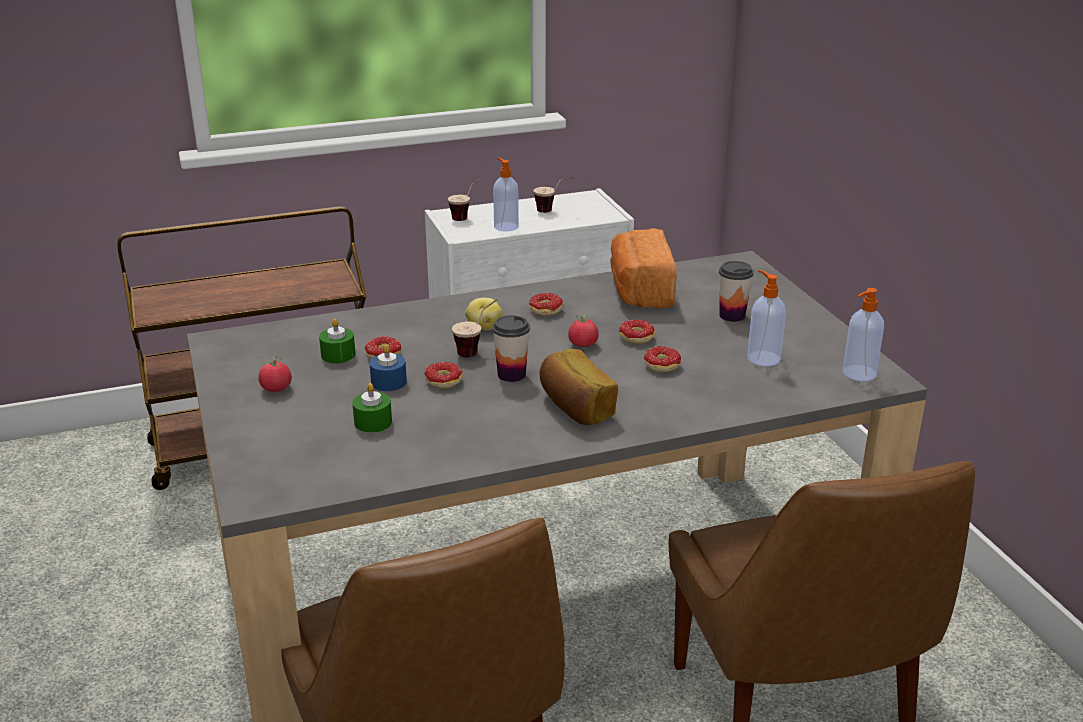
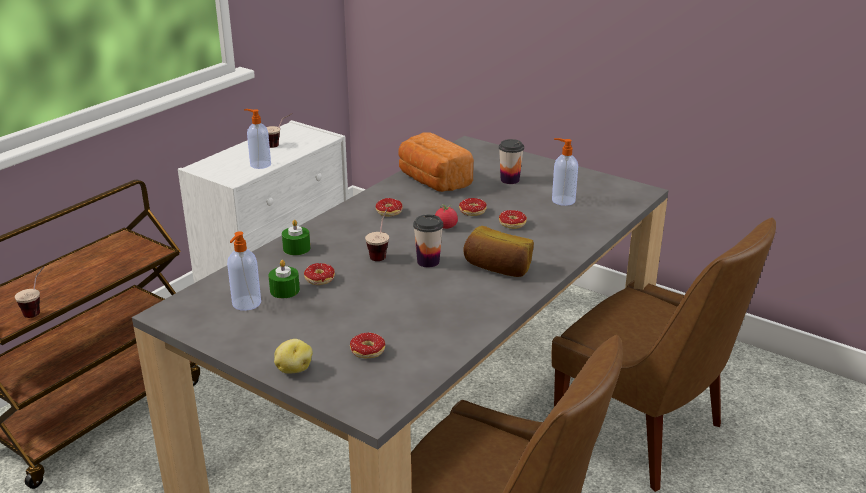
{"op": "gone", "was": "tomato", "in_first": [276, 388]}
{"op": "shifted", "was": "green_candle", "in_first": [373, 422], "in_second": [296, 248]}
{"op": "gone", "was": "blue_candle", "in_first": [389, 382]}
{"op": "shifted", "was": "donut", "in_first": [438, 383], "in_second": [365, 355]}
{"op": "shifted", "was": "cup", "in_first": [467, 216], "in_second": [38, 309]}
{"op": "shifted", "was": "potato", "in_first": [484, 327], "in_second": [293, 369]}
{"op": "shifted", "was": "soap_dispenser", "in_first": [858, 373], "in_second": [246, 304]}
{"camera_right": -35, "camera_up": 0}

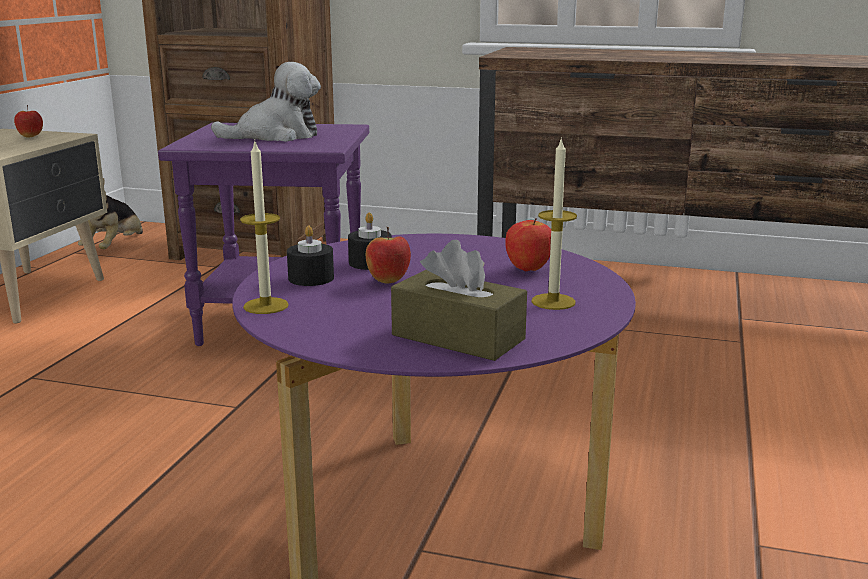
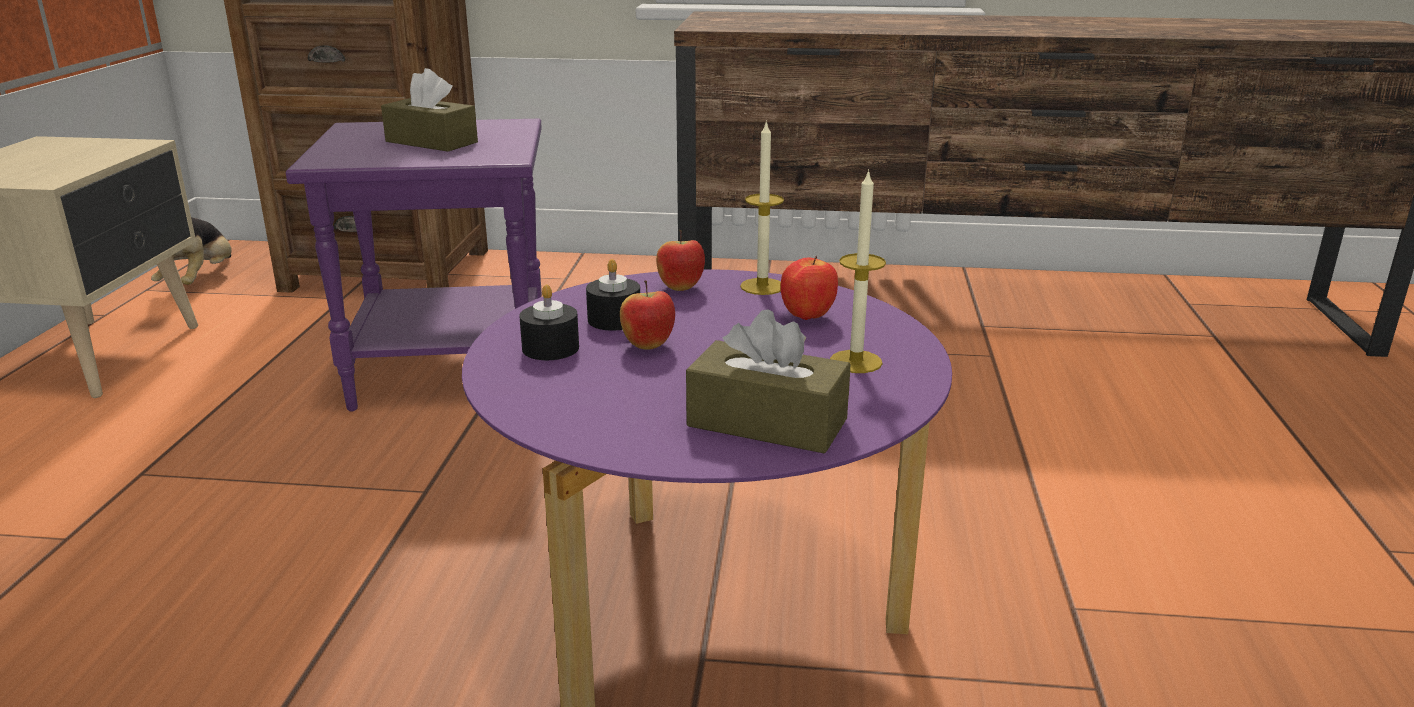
{"op": "shifted", "was": "apple", "in_first": [30, 137], "in_second": [681, 288]}
{"op": "swapped", "was": "plush_toy", "now": "brown_tissue_box", "in_first": [275, 136], "in_second": [431, 142]}
{"op": "shifted", "was": "candle", "in_first": [266, 306], "in_second": [762, 286]}
{"camera_right": -10, "camera_up": 5}

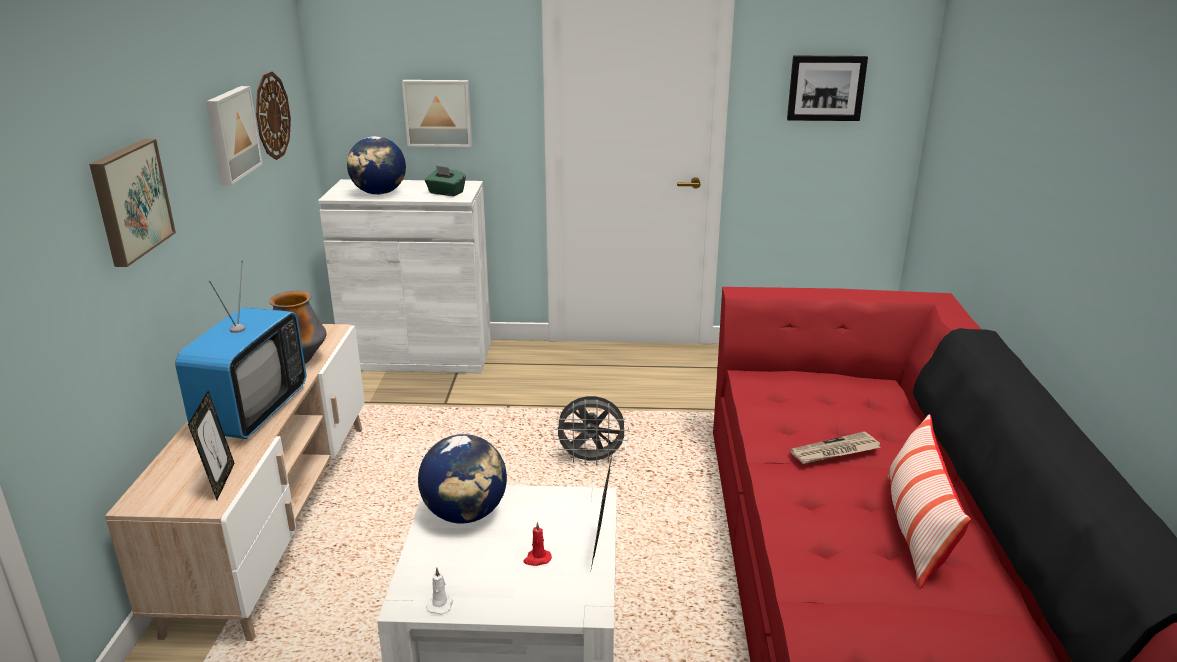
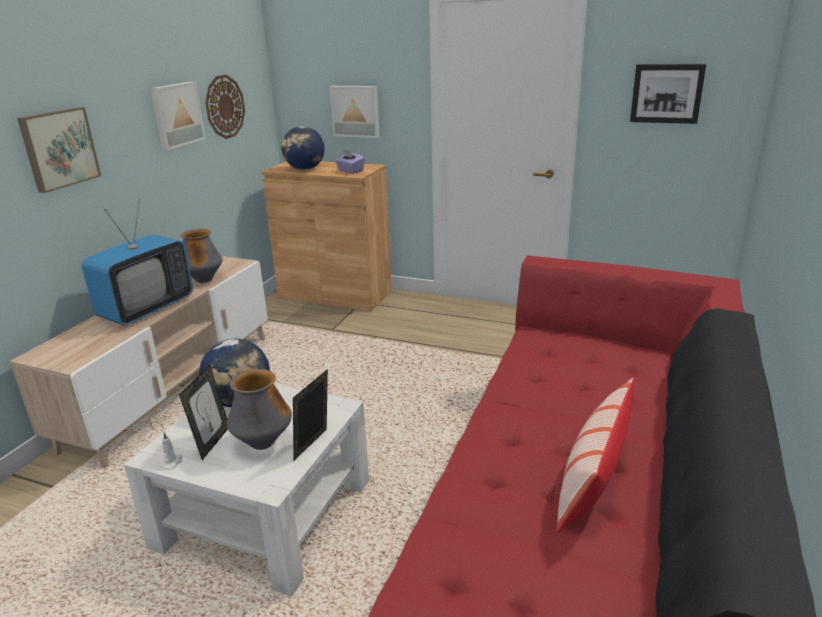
{"op": "shifted", "was": "picture_frame", "in_first": [220, 481], "in_second": [212, 442]}
{"op": "repainted", "was": "white_cabinet", "now": "brown_cabinet", "in_first": [418, 356], "in_second": [335, 294]}
{"op": "repainted", "was": "green_tissue_box", "now": "purple_tissue_box", "in_first": [446, 193], "in_second": [350, 171]}
{"op": "swapped", "was": "red_candle", "now": "vase", "in_first": [537, 559], "in_second": [263, 443]}
{"op": "gone", "was": "grey_fan", "in_first": [591, 460]}
{"op": "gone", "was": "newspaper", "in_first": [835, 451]}
{"camera_right": 20, "camera_up": 0}

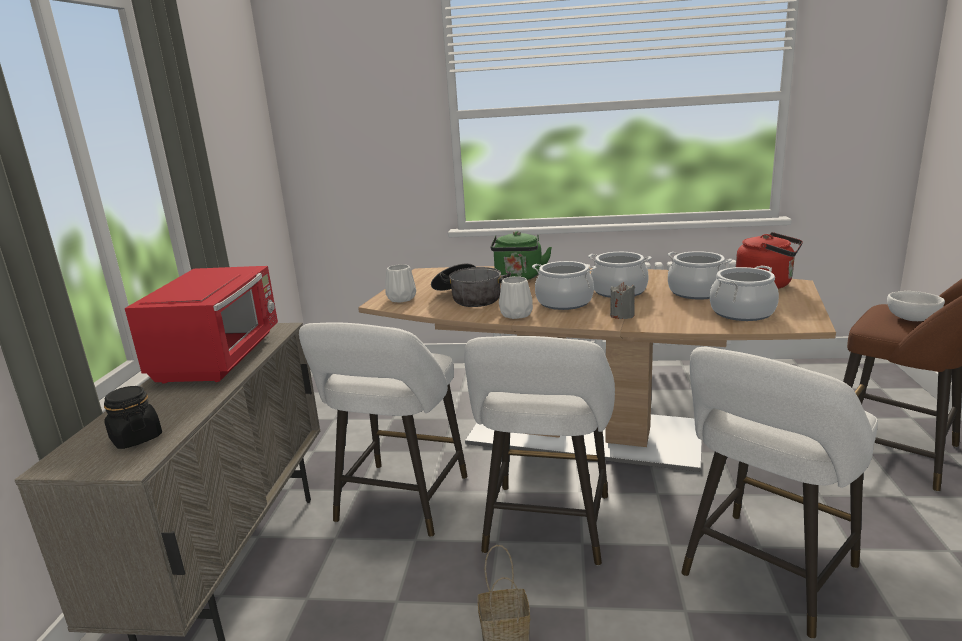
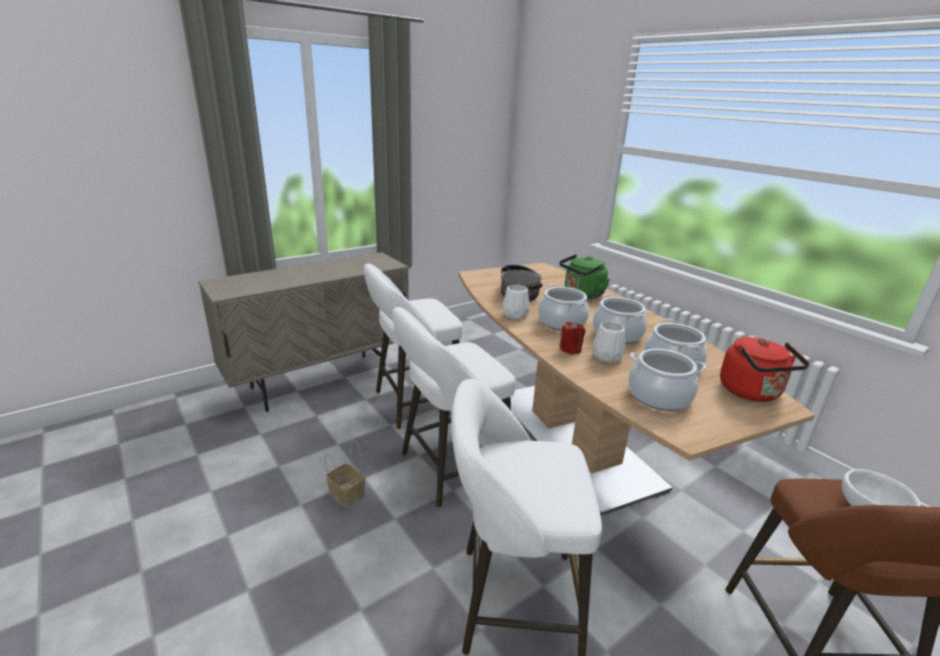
{"op": "gone", "was": "black_jar", "in_first": [136, 438]}
{"op": "gone", "was": "red_microwave", "in_first": [220, 357]}
{"op": "shifted", "was": "white_vase", "in_first": [401, 298], "in_second": [607, 356]}
{"op": "repainted", "was": "grey_candle", "now": "red_candle", "in_first": [622, 315], "in_second": [570, 349]}
{"camera_right": 45, "camera_up": 5}

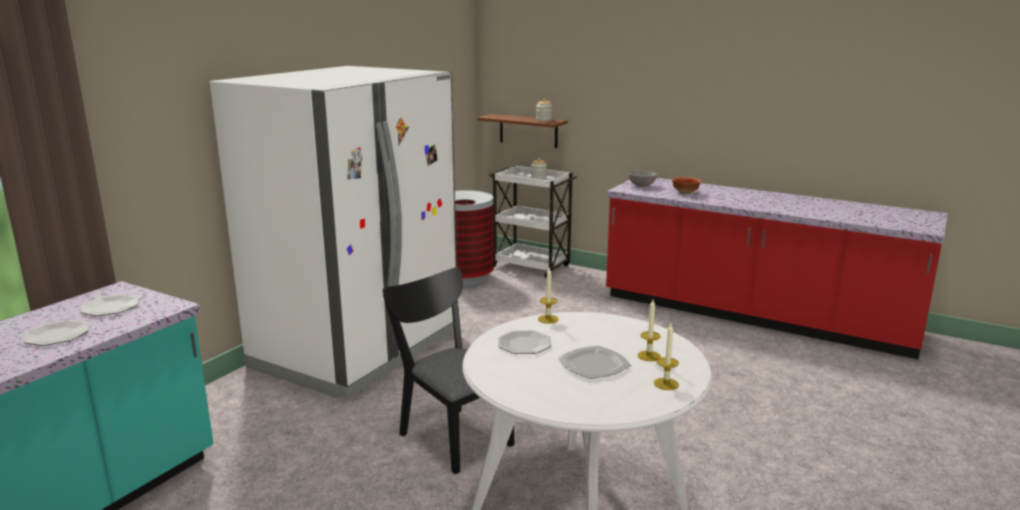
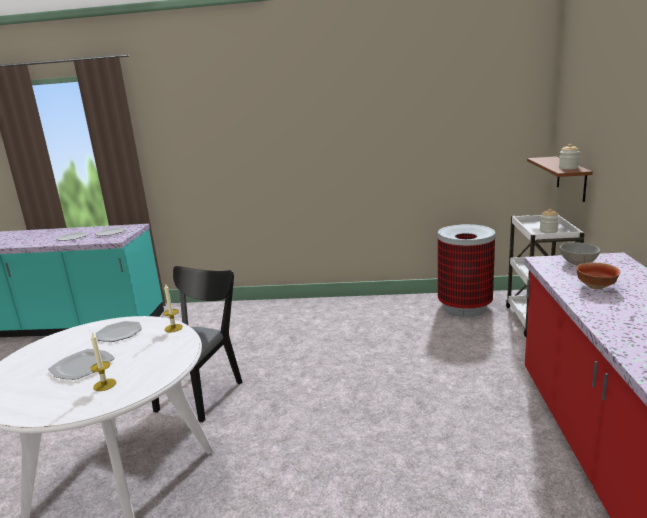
{"op": "gone", "was": "white_fridge", "in_first": [358, 349]}
{"op": "gone", "was": "candle", "in_first": [666, 384]}
{"camera_right": 65, "camera_up": 0}

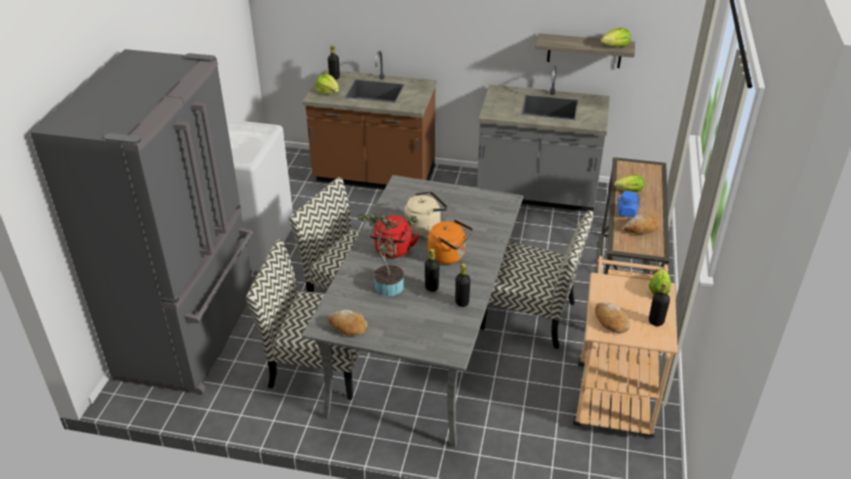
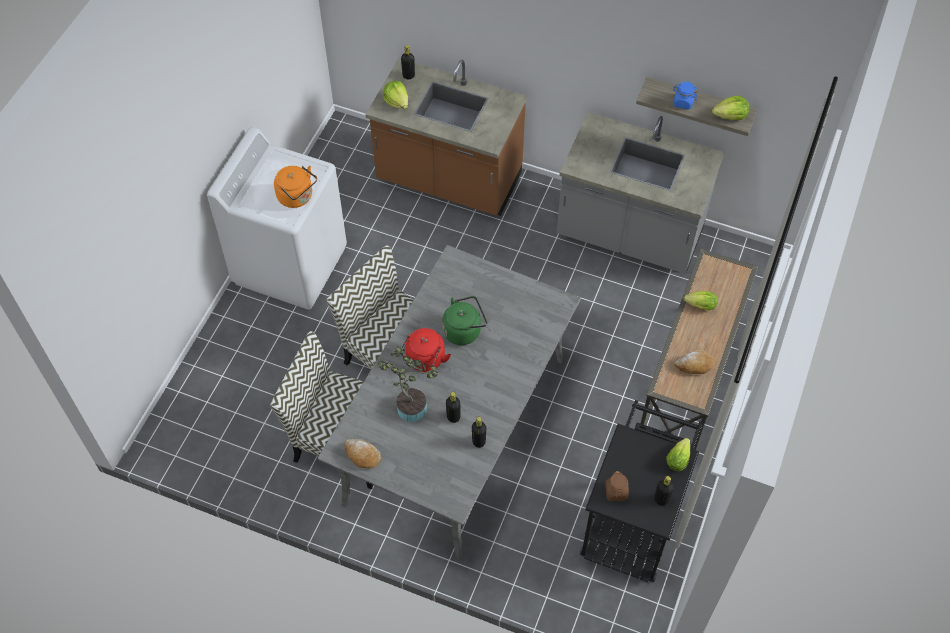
{"op": "gone", "was": "grey_fridge", "in_first": [193, 335]}
{"op": "repainted", "was": "beige_kettle", "now": "green_kettle", "in_first": [424, 227], "in_second": [464, 330]}
{"op": "shifted", "was": "orange_kettle", "in_first": [449, 256], "in_second": [297, 197]}
{"op": "gone", "was": "chair", "in_first": [530, 315]}
{"op": "repainted", "was": "beige_cart", "now": "black_cart", "in_first": [614, 391], "in_second": [633, 521]}
{"op": "swapped", "was": "bread", "now": "brown_jar", "in_first": [610, 321], "in_second": [616, 492]}
{"op": "shifted", "was": "blue_jar", "in_first": [626, 212], "in_second": [683, 102]}
{"camera_right": 10, "camera_up": 20}

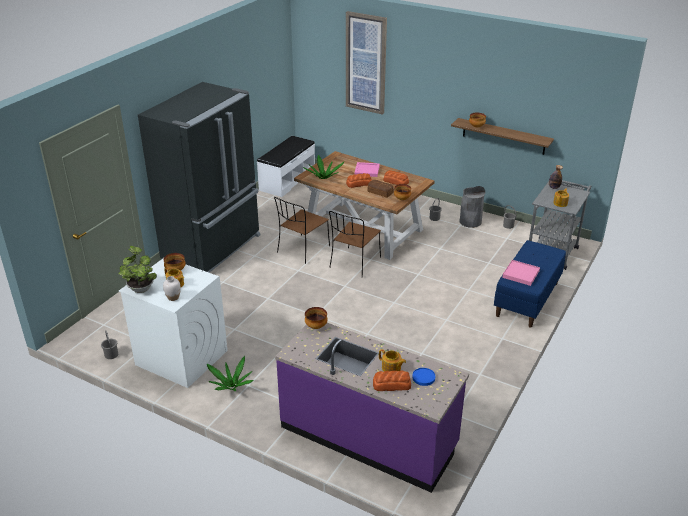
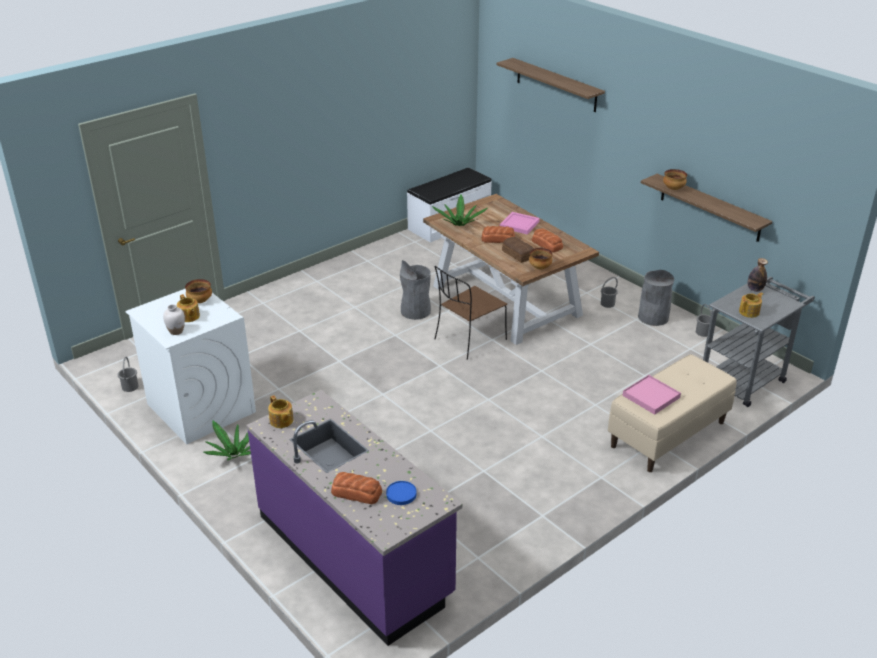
{"op": "gone", "was": "potted_plant", "in_first": [140, 288]}
{"op": "gone", "was": "black_fridge", "in_first": [213, 248]}
{"op": "swapped", "was": "brown_chair", "now": "grey_trash_can", "in_first": [302, 250], "in_second": [415, 311]}
{"op": "gone", "was": "bowl", "in_first": [316, 326]}
{"op": "swapped", "was": "picture", "now": "shelf", "in_first": [366, 63], "in_second": [556, 85]}
{"op": "shifted", "was": "teapot", "in_first": [391, 368], "in_second": [281, 421]}
{"op": "repainted", "was": "blue_bench", "now": "beige_bench", "in_first": [527, 299], "in_second": [668, 435]}
{"camera_right": 20, "camera_up": 0}

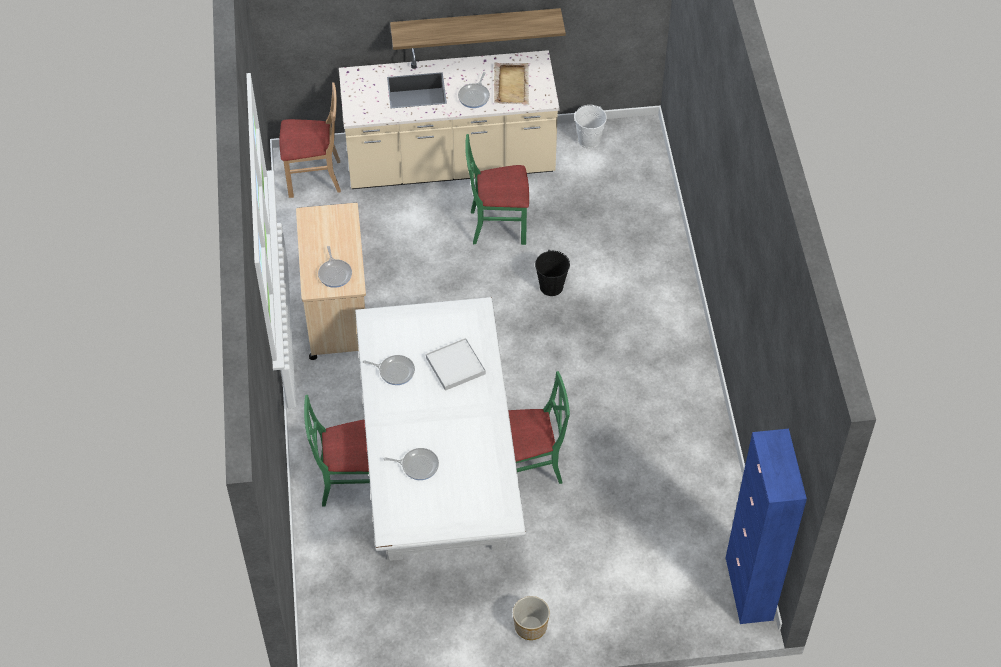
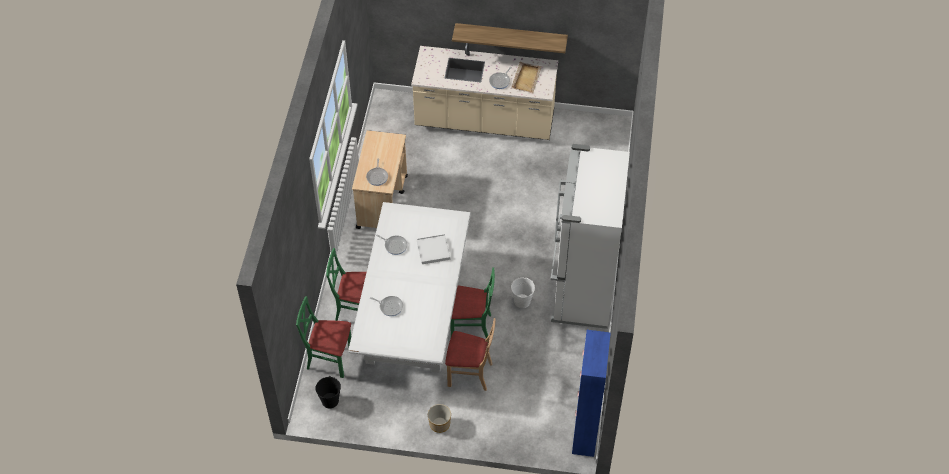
{"op": "shifted", "was": "beige_chair", "in_first": [314, 177], "in_second": [470, 373]}
{"op": "shifted", "was": "green_chair", "in_first": [498, 226], "in_second": [329, 358]}
{"op": "shifted", "was": "black_bucket", "in_first": [551, 287], "in_second": [330, 400]}
{"op": "shifted", "was": "white_bucket", "in_first": [589, 140], "in_second": [522, 301]}
{"op": "new", "now": "white_fridge", "in_second": [581, 290]}
{"camera_right": 15, "camera_up": 0}

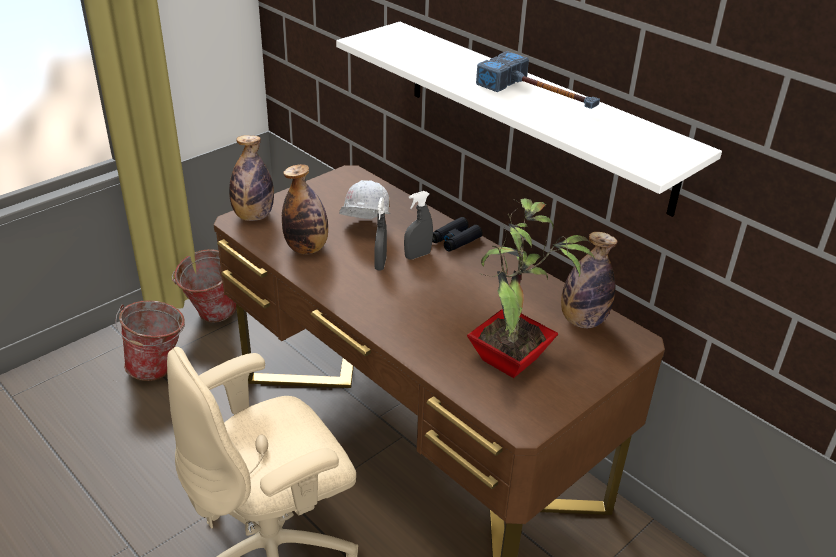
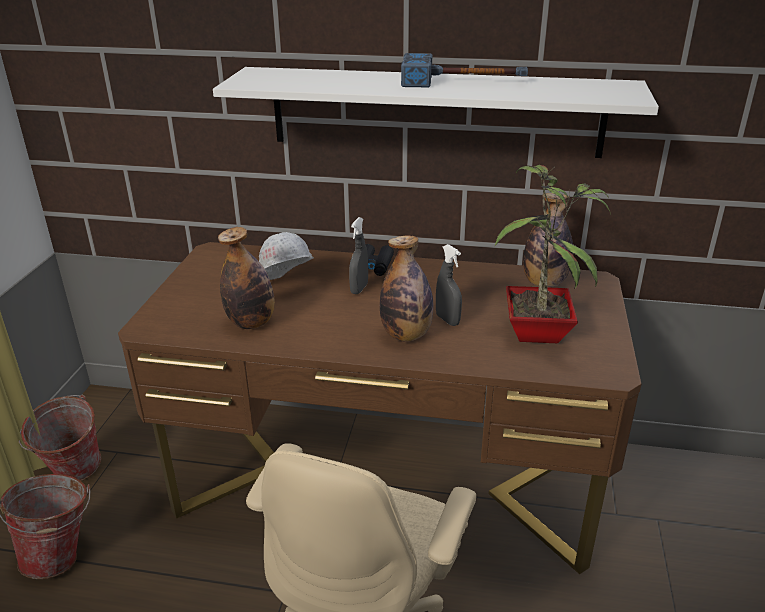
{"op": "shifted", "was": "bottle", "in_first": [253, 216], "in_second": [406, 335]}
{"op": "shifted", "was": "grey_spray_bottle", "in_first": [380, 264], "in_second": [447, 320]}
{"camera_right": -35, "camera_up": -5}

